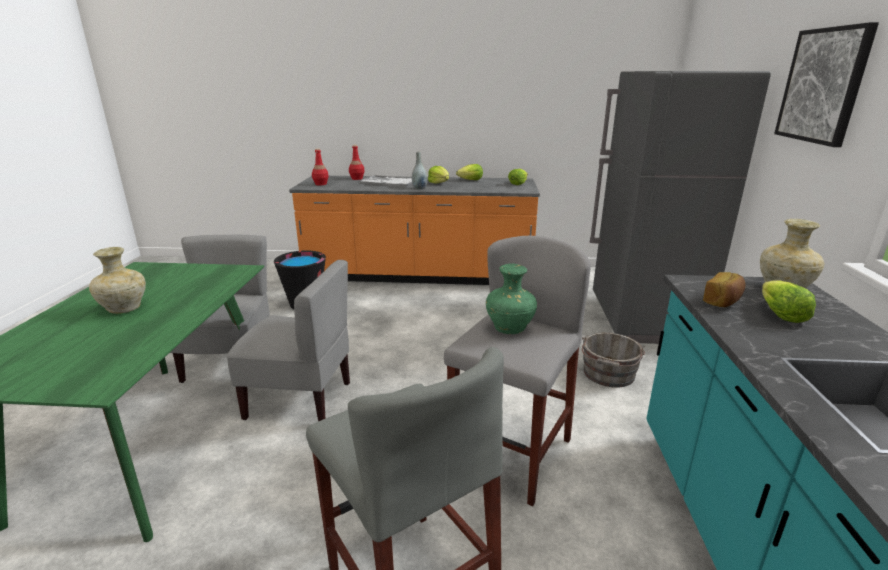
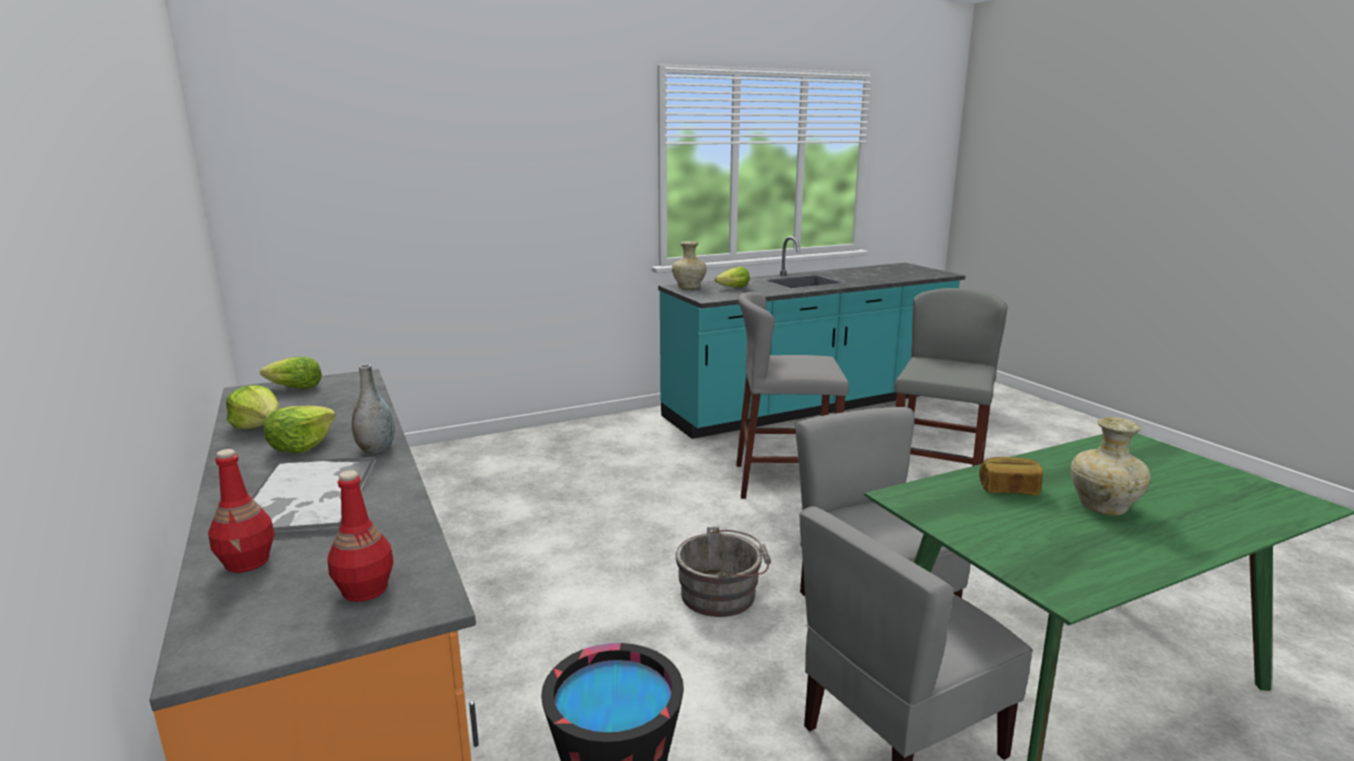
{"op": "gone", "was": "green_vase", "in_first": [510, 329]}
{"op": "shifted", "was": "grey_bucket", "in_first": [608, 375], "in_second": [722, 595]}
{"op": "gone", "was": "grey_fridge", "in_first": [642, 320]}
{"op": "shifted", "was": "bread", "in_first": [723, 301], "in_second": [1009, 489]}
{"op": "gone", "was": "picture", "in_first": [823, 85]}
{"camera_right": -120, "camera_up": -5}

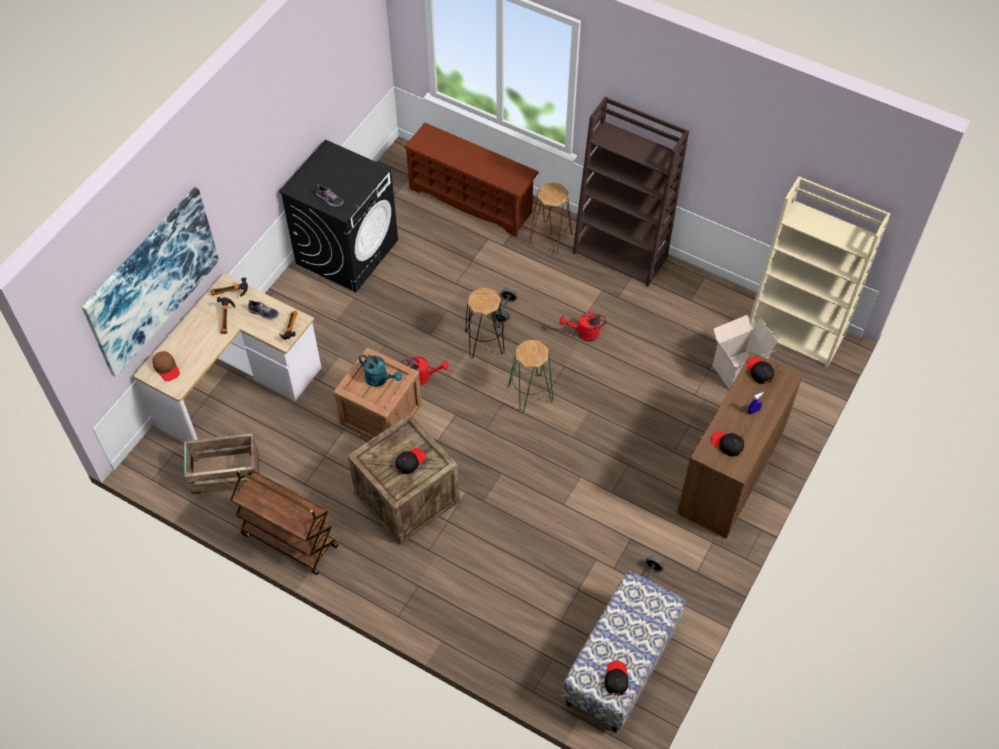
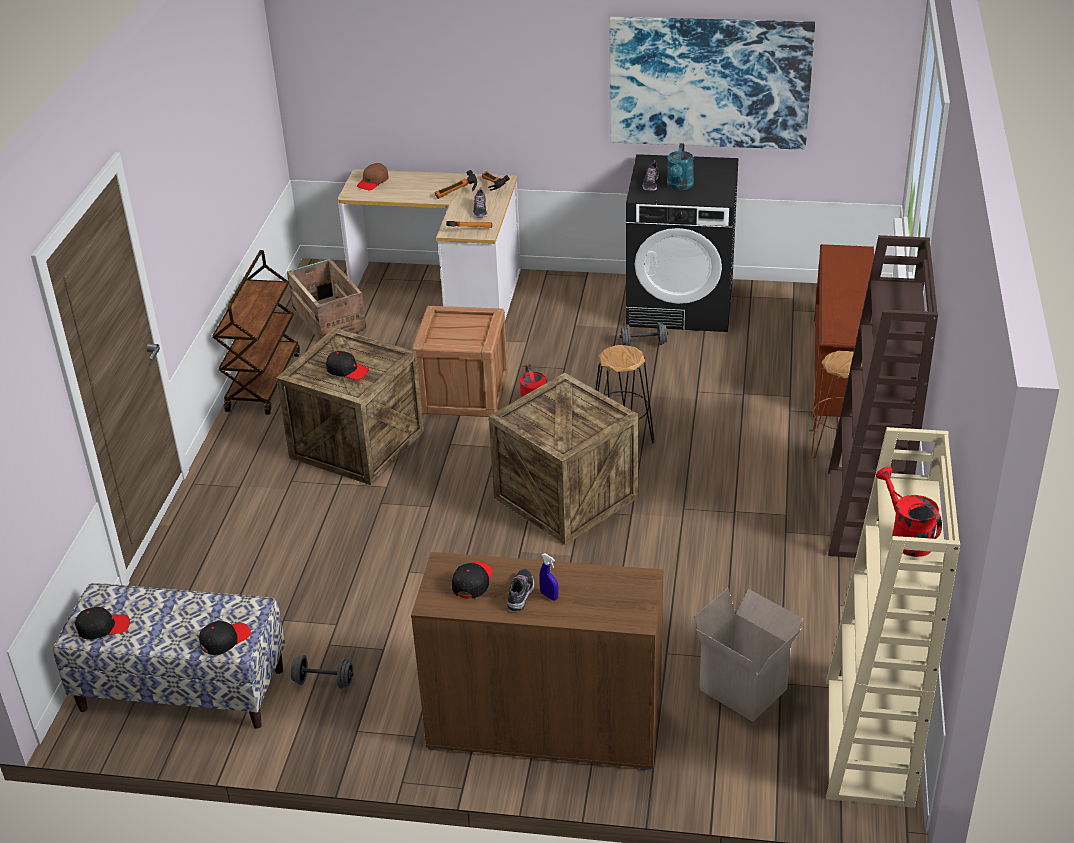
{"op": "shifted", "was": "picture", "in_first": [152, 281], "in_second": [709, 82]}
{"op": "shifted", "was": "turquoise_watering_can", "in_first": [380, 379], "in_second": [679, 186]}
{"op": "shifted", "was": "grey_dumbbell", "in_first": [505, 310], "in_second": [643, 344]}
{"op": "swapped", "was": "green_stool", "now": "crate", "in_first": [530, 394], "in_second": [566, 497]}
{"op": "shifted", "was": "red_watering_can", "in_first": [584, 333], "in_second": [906, 537]}
{"op": "shifted", "was": "black_cap", "in_first": [759, 371], "in_second": [225, 640]}
{"op": "new", "now": "shoe", "in_second": [520, 593]}
{"camera_right": 70, "camera_up": -20}

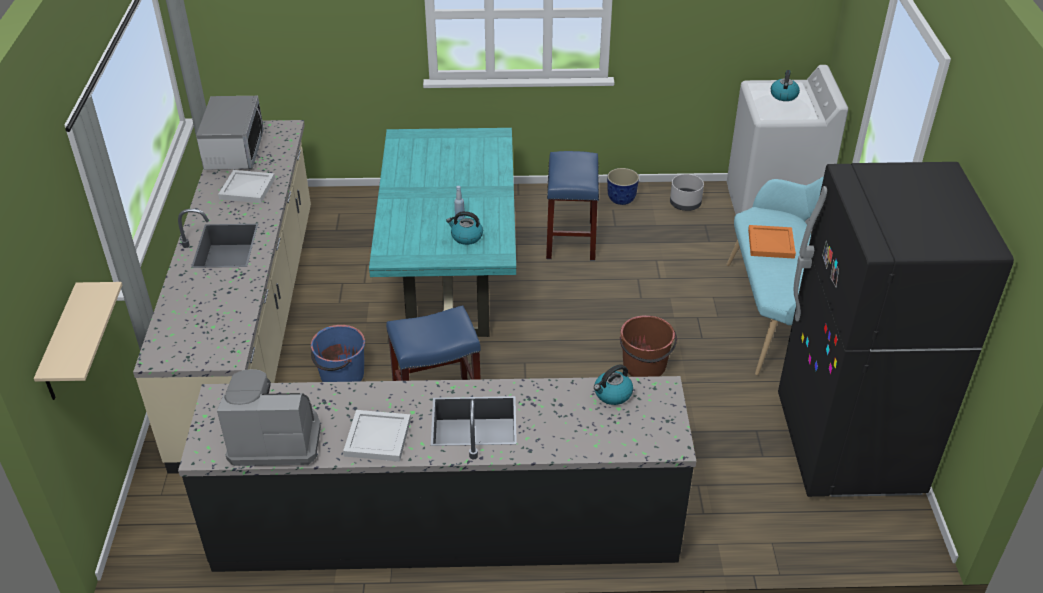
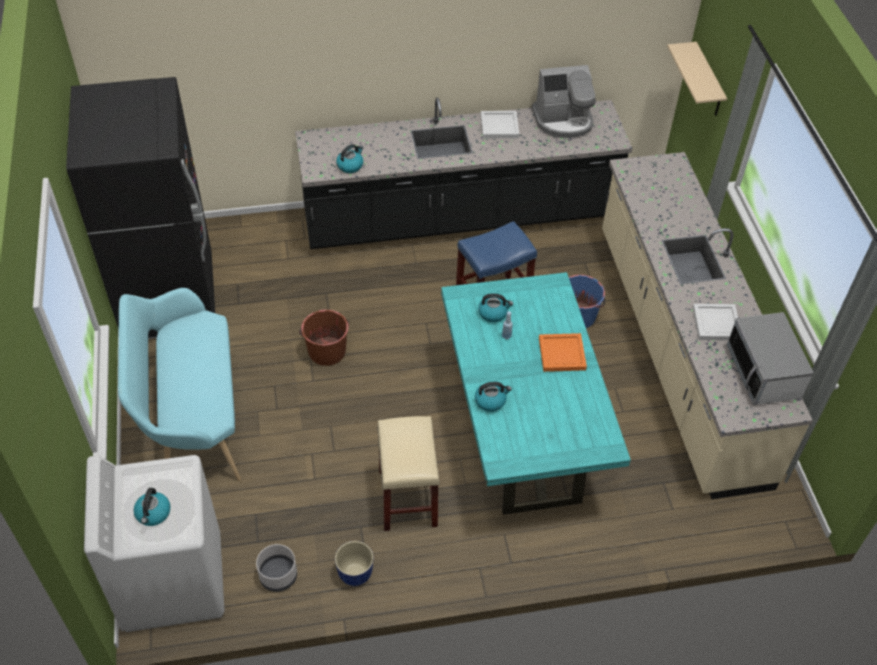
{"op": "repainted", "was": "blue_stool", "now": "beige_stool", "in_first": [571, 240], "in_second": [407, 497]}
{"op": "shifted", "was": "orange_tray", "in_first": [770, 244], "in_second": [562, 353]}
{"op": "new", "now": "kettle", "in_second": [490, 401]}
{"camera_right": 170, "camera_up": 10}

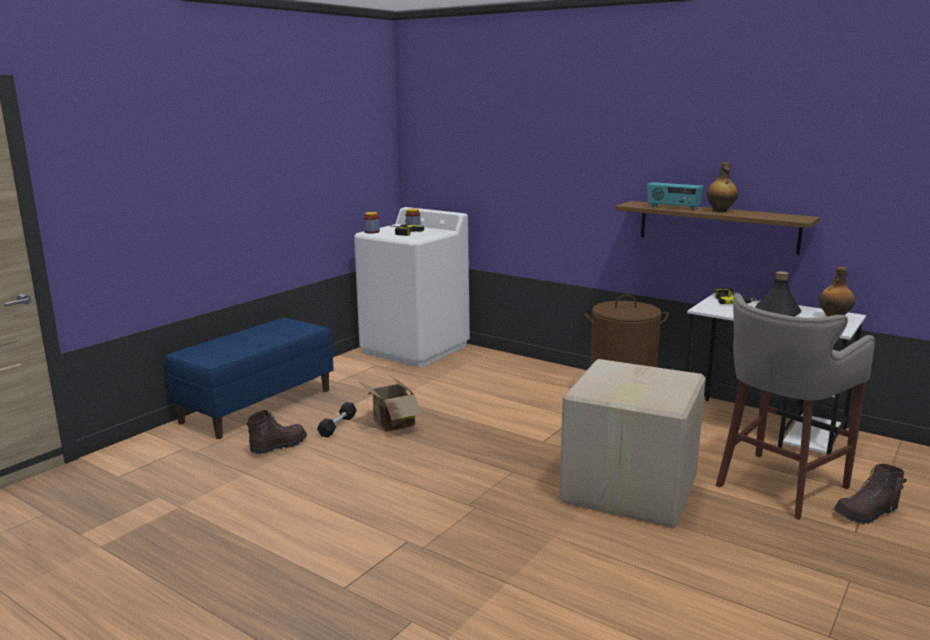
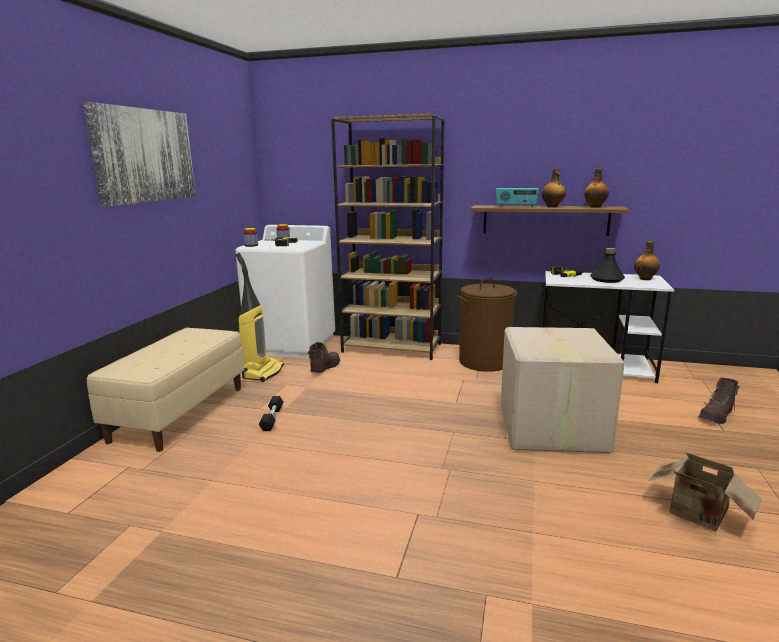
{"op": "repainted", "was": "blue_bench", "now": "beige_bench", "in_first": [257, 405], "in_second": [179, 413]}
{"op": "shifted", "was": "brown_boot", "in_first": [278, 446], "in_second": [324, 368]}
{"op": "shifted", "was": "cardboard_box", "in_first": [391, 425], "in_second": [698, 516]}
{"op": "gone", "was": "grey_stool", "in_first": [777, 486]}
{"op": "new", "now": "picture", "in_second": [145, 155]}
{"op": "new", "now": "vacuum_cleaner", "in_second": [263, 372]}
{"op": "new", "now": "brown_bookcase", "in_second": [392, 348]}
{"op": "new", "now": "bottle", "in_second": [595, 207]}
{"camera_right": -20, "camera_up": 0}

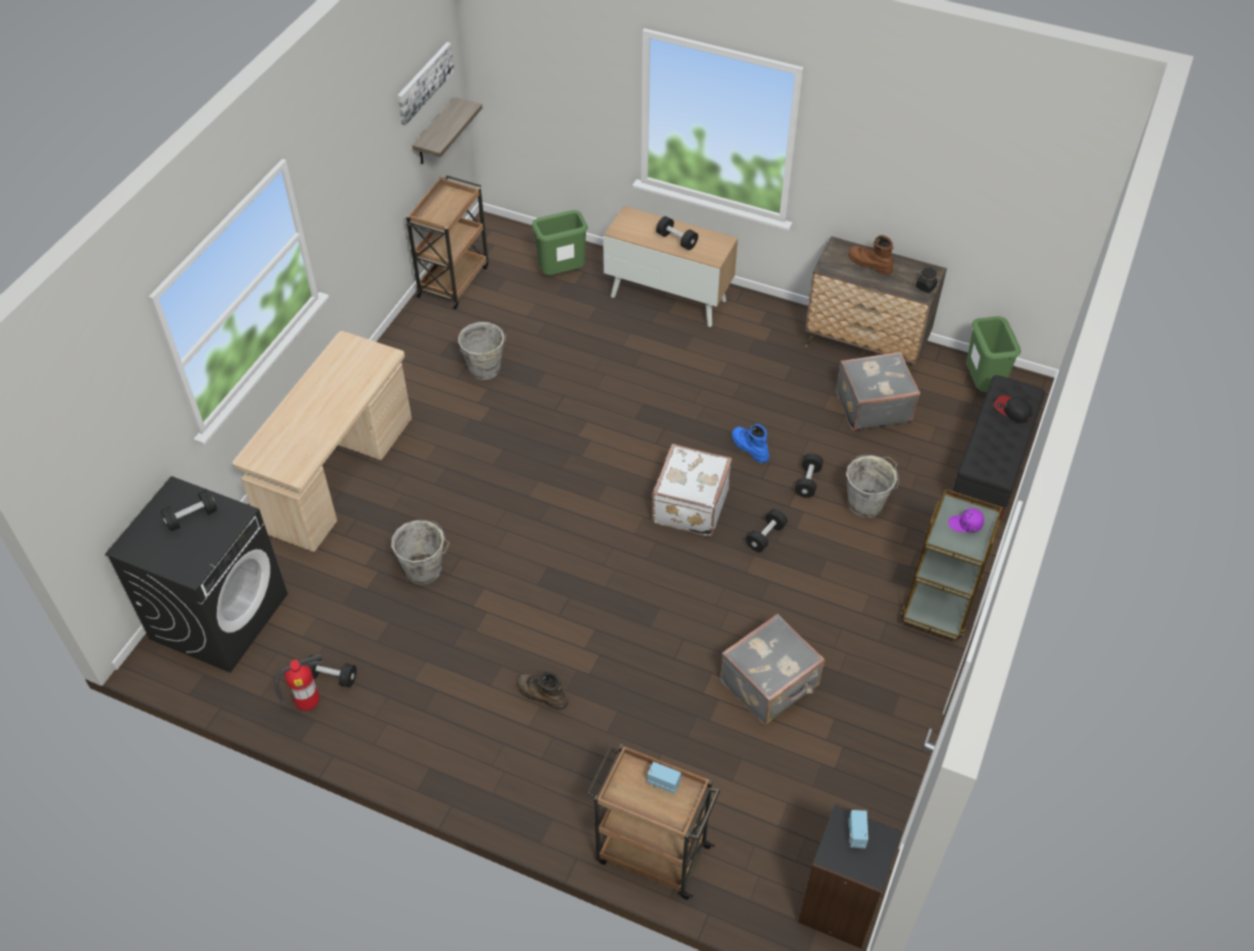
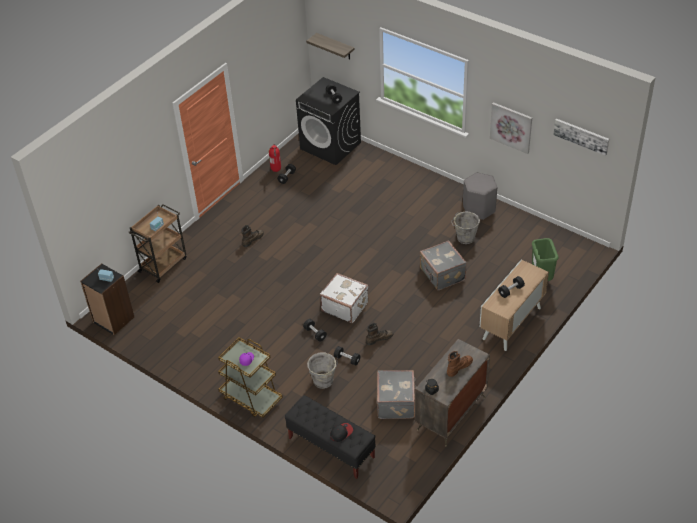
{"op": "gone", "was": "beige_desk", "in_first": [338, 474]}
{"op": "gone", "was": "grey_bucket", "in_first": [425, 570]}
{"op": "gone", "was": "brown_cart", "in_first": [454, 280]}
{"op": "shifted", "was": "shelf", "in_first": [435, 133], "in_second": [335, 46]}
{"op": "shifted", "was": "grey_suitcase", "in_first": [770, 685], "in_second": [442, 275]}
{"op": "repainted", "was": "blue_boot", "now": "brown_boot", "in_first": [749, 447], "in_second": [379, 338]}
{"op": "gone", "was": "green_trash_can", "in_first": [982, 385]}
{"op": "new", "now": "grey_stool", "in_second": [479, 208]}
{"op": "new", "now": "picture", "in_second": [511, 127]}
{"camera_right": 105, "camera_up": -5}

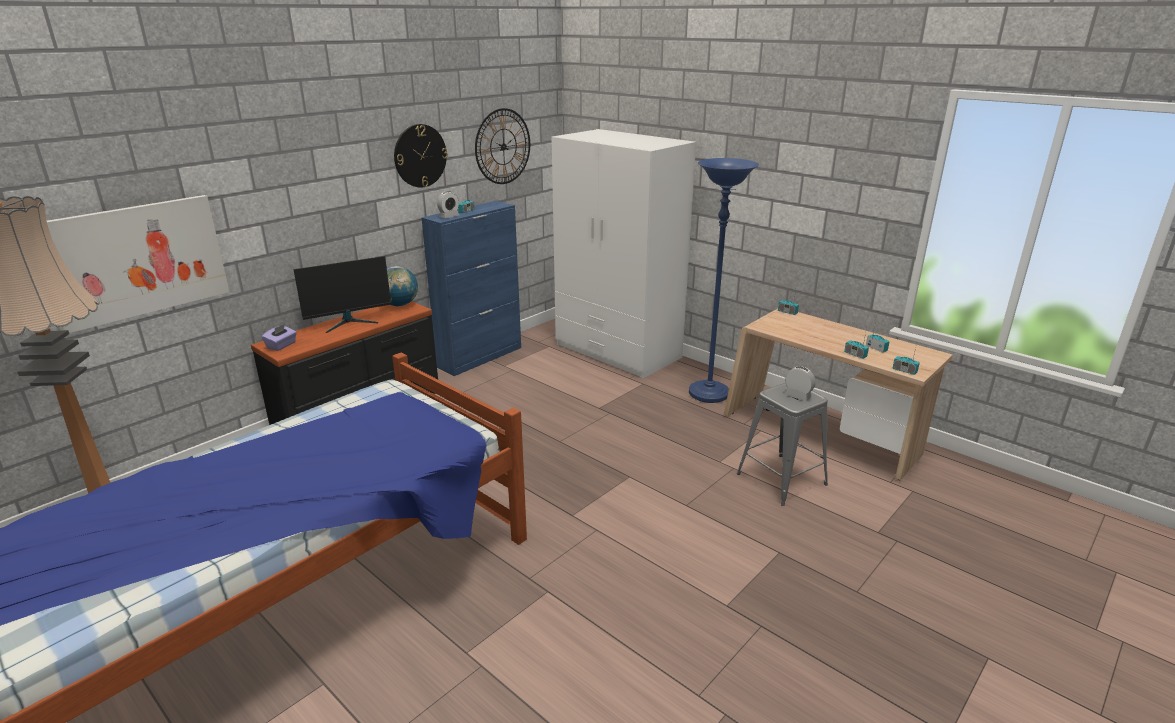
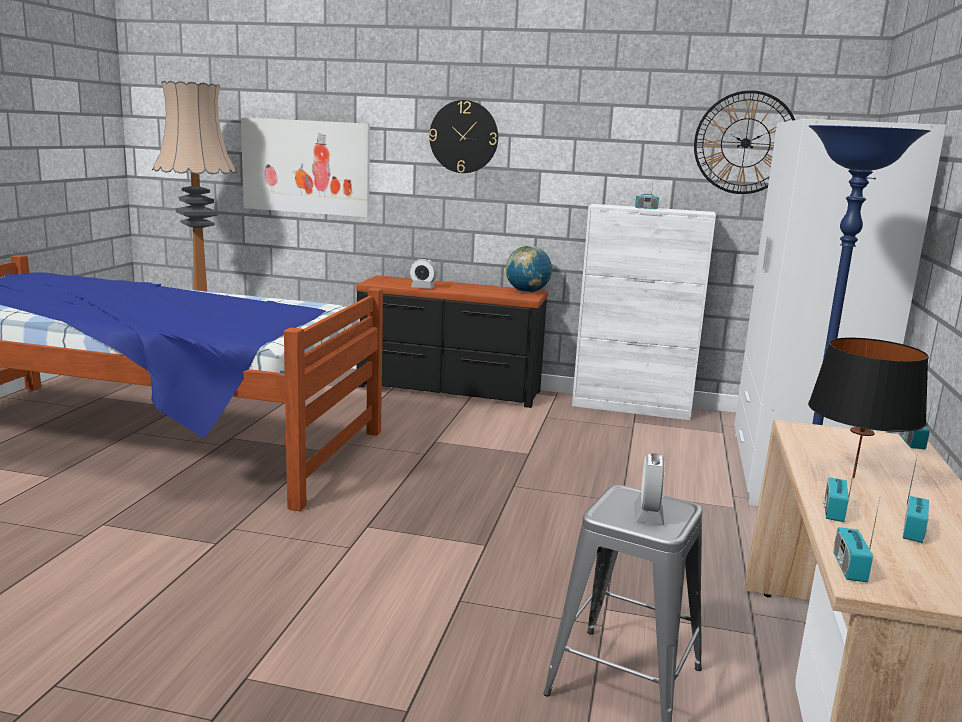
{"op": "gone", "was": "purple_tissue_box", "in_first": [281, 346]}
{"op": "gone", "was": "monitor", "in_first": [349, 322]}
{"op": "shifted", "was": "wall_clock", "in_first": [420, 156], "in_second": [464, 137]}
{"op": "repainted", "was": "blue_cabinet", "now": "white_cabinet", "in_first": [480, 357], "in_second": [632, 407]}
{"op": "shifted", "was": "alarm_clock", "in_first": [449, 216], "in_second": [422, 287]}
{"op": "new", "now": "black_table_lamp", "in_second": [853, 478]}
{"camera_right": 60, "camera_up": -10}

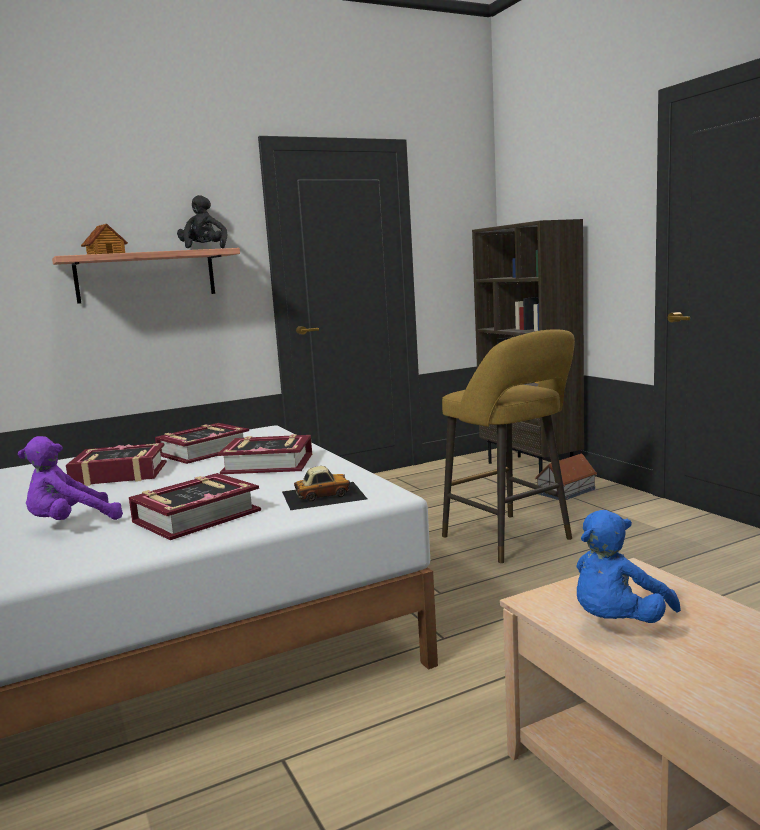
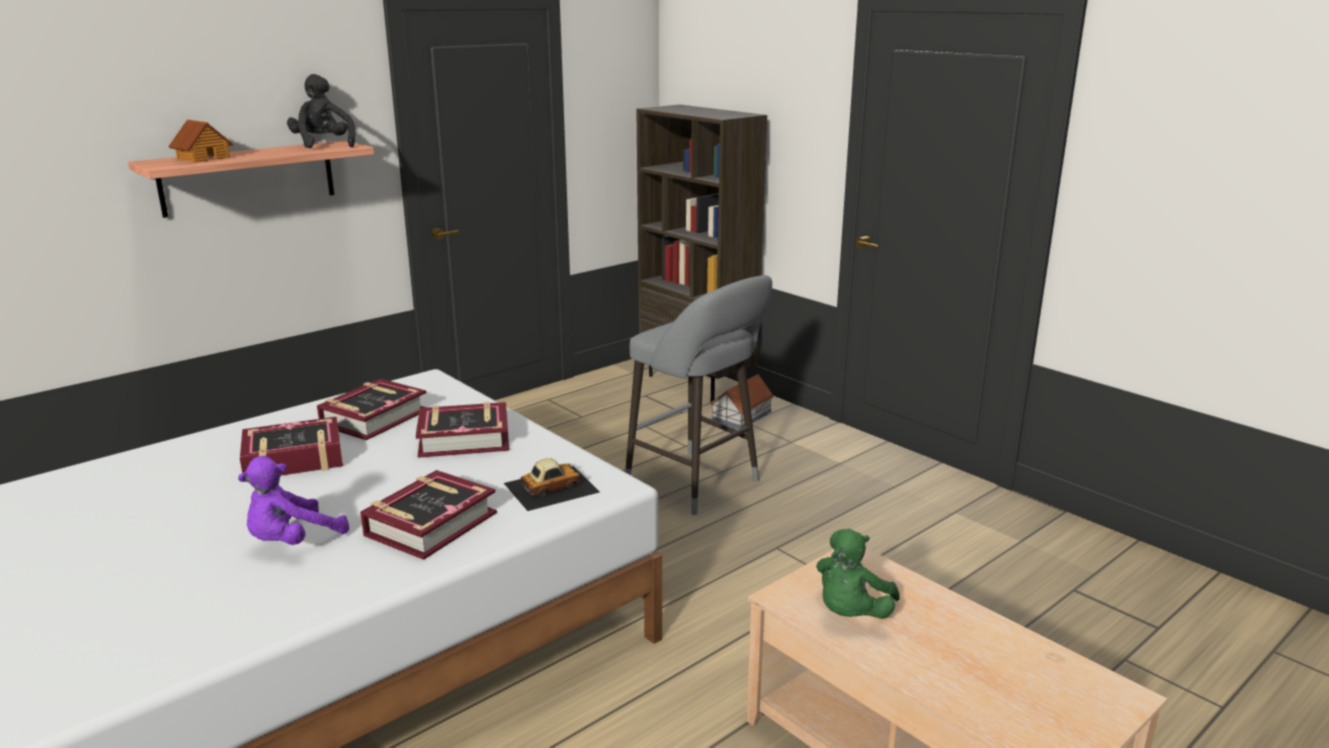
{"op": "repainted", "was": "yellow_stool", "now": "grey_stool", "in_first": [511, 540], "in_second": [698, 484]}
{"op": "repainted", "was": "blue_plush_toy", "now": "green_plush_toy", "in_first": [617, 622], "in_second": [851, 614]}
{"camera_right": -15, "camera_up": 10}

